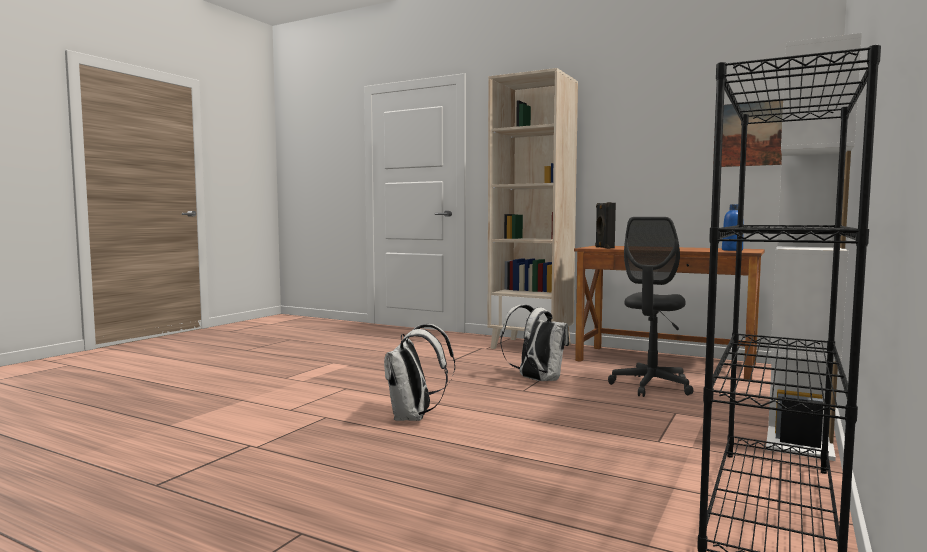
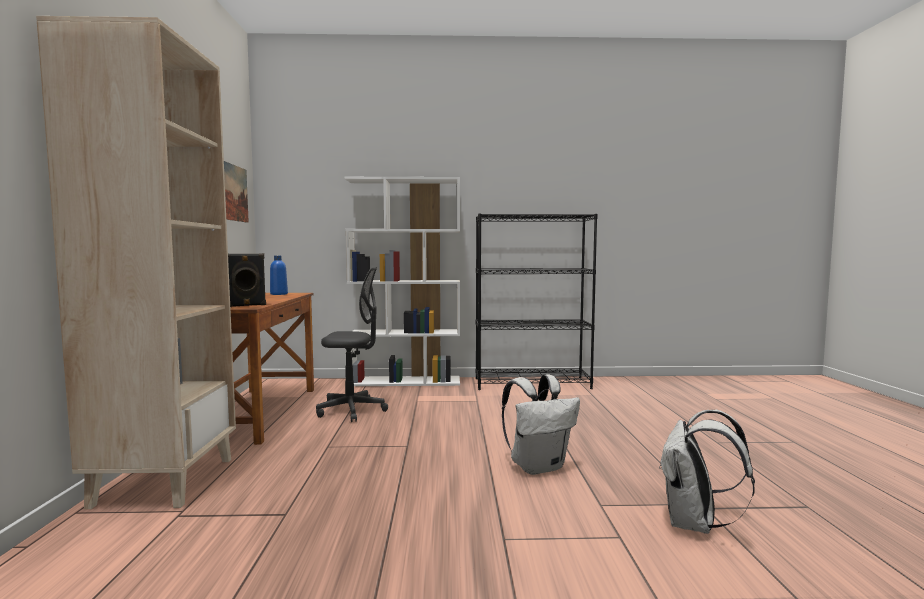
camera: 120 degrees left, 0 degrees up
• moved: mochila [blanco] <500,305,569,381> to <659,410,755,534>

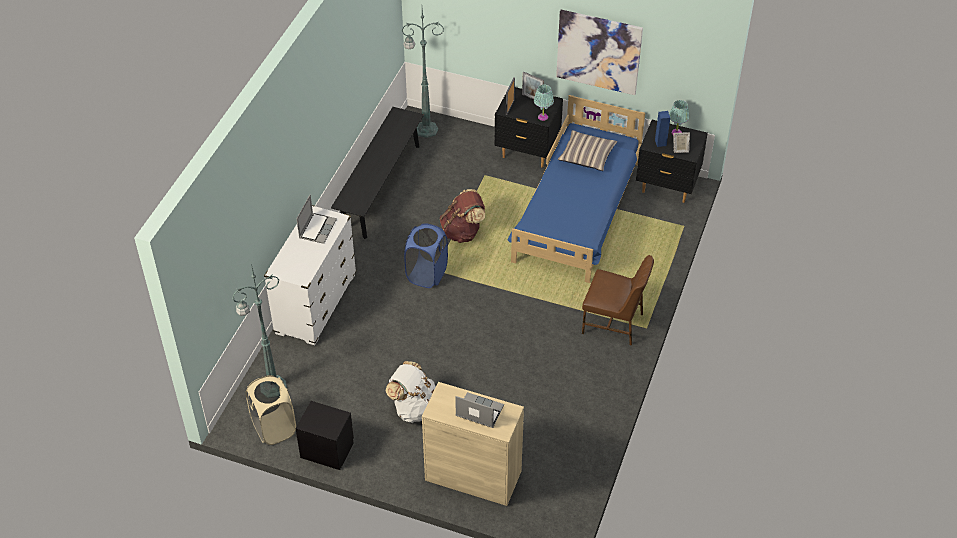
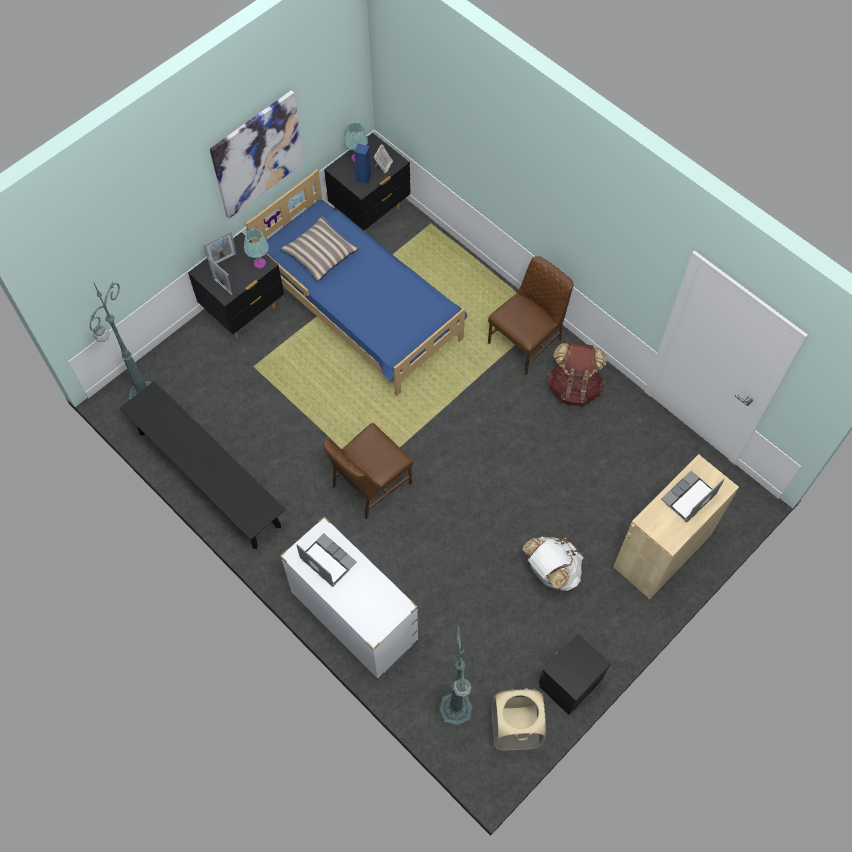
camera: 65 degrees left, 15 degrees up
• replaced: cesto de la ropa [azul] <404,223,448,288> to silla [marrón] <323,423,413,520>
• moved: mochila [marrón] <440,189,485,243> to <547,343,607,406>

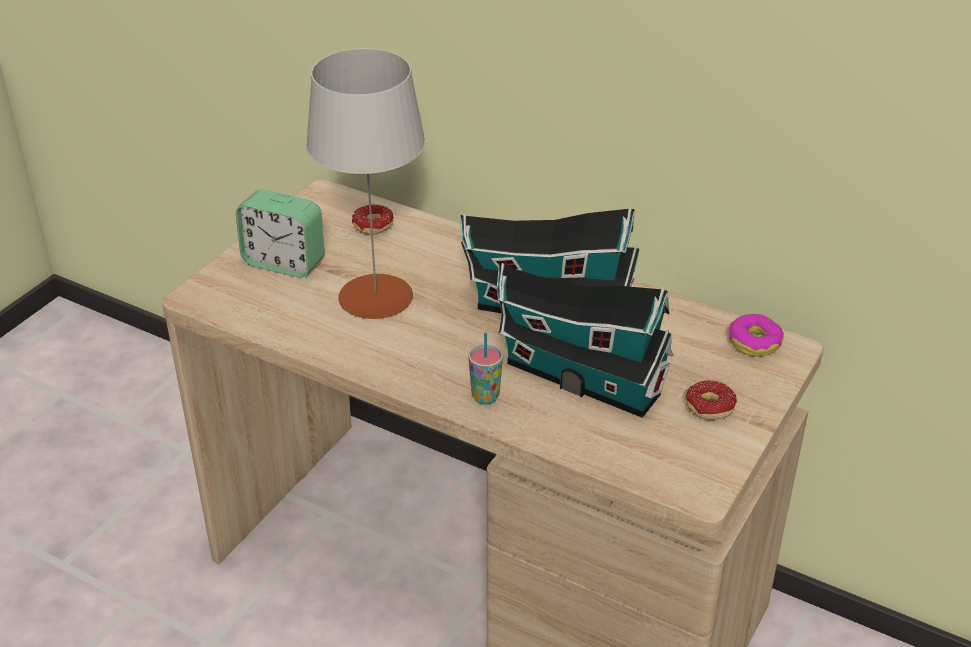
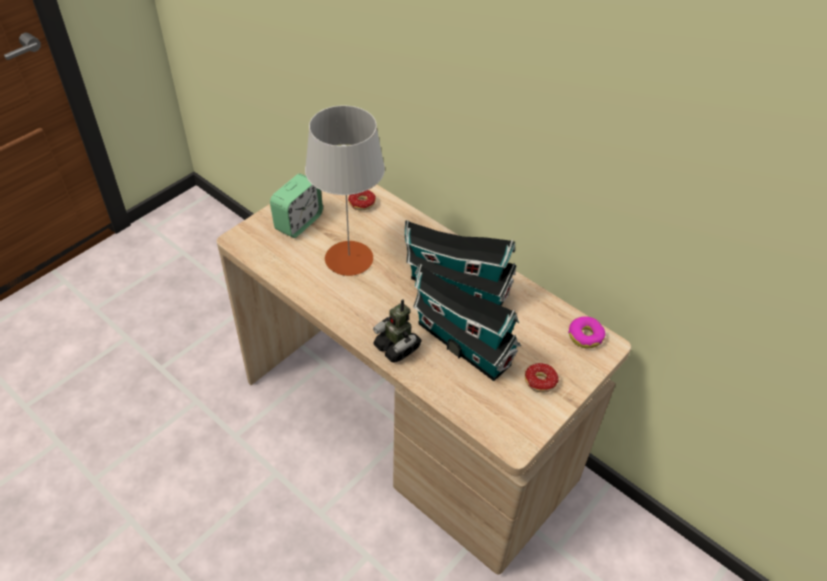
camera: 10 degrees right, 10 degrees up
• turned: despertador <236,189,324,278> = <270,174,323,238> 90 degrees counterclockwise
• replaced: taza <469,332,503,405> to robot de juguete <373,300,422,363>

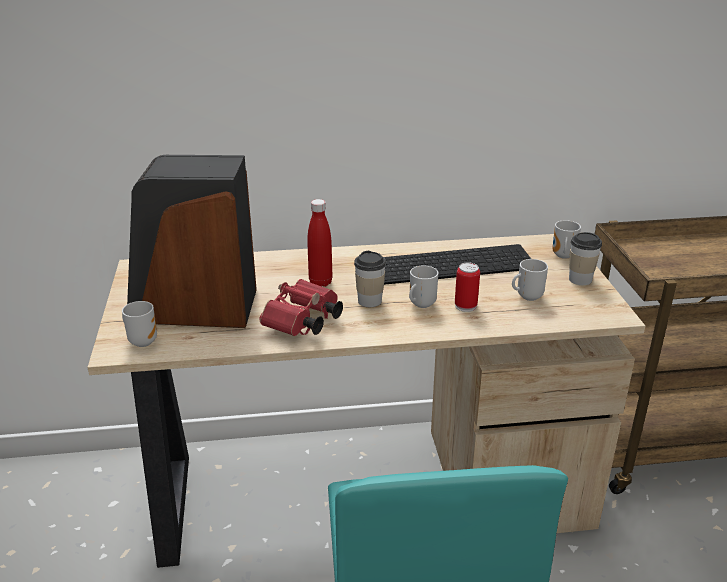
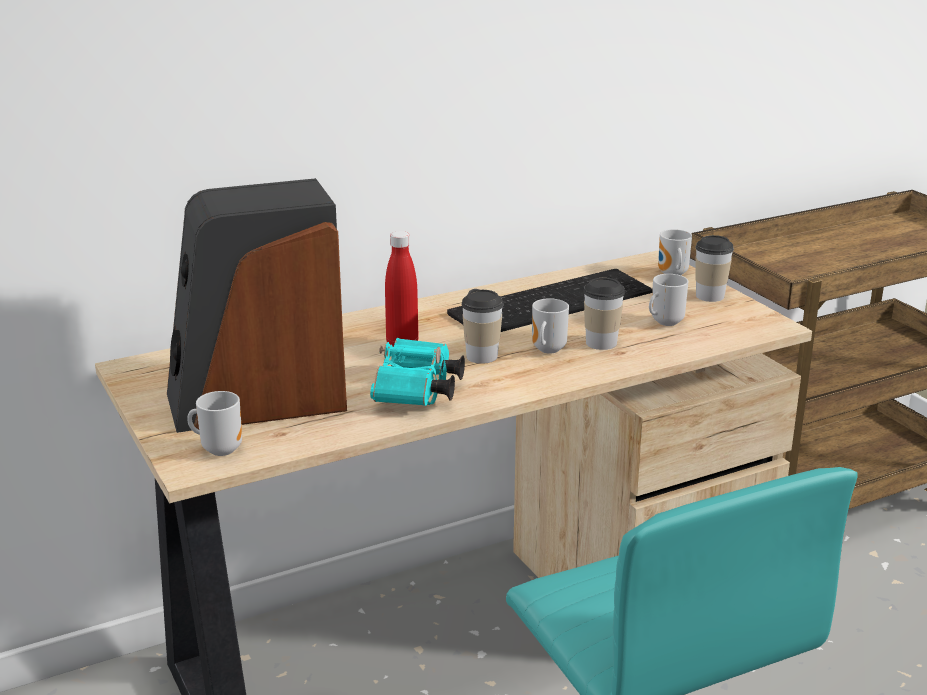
camera: 20 degrees left, 5 degrees down
• recoloured: prismáticos [rojo] <259,279,343,336> to prismáticos [turquesa] <370,338,465,406>
• replaced: lata <455,262,480,312> to taza <584,278,625,350>

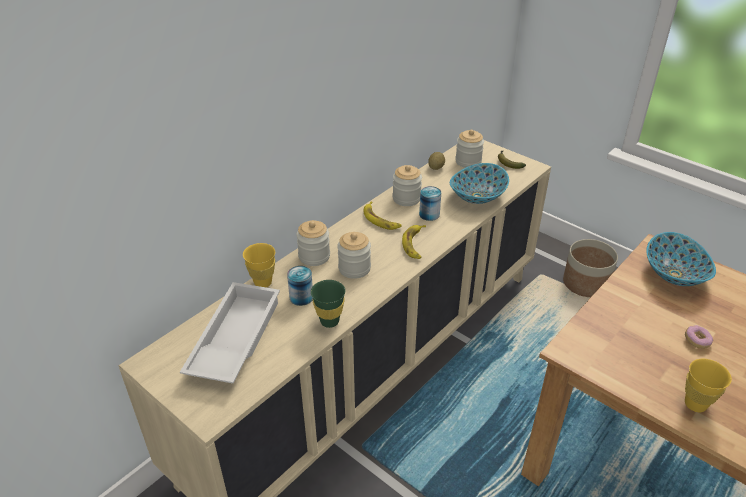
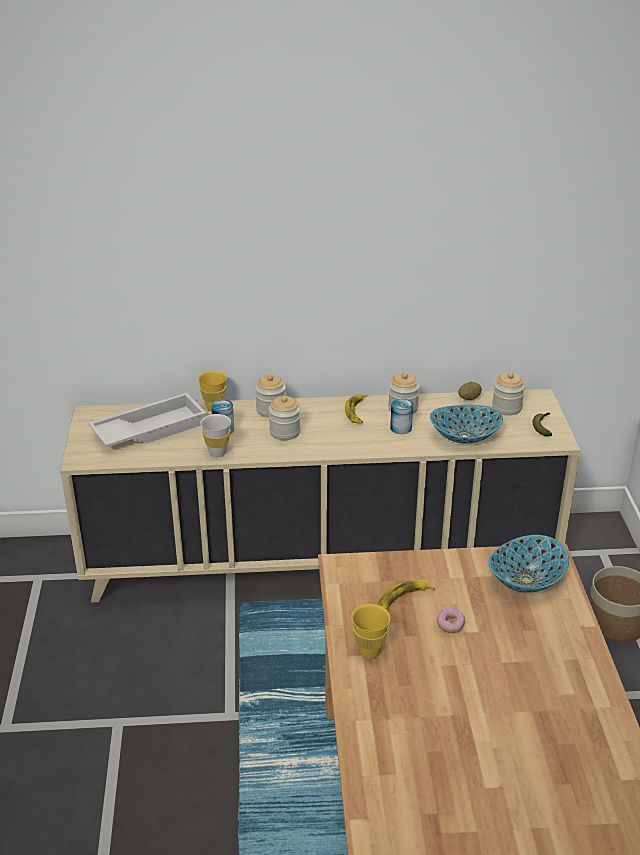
camera: 45 degrees right, 5 degrees down
• recoloured: taza [verde] <311,280,345,328> to taza [blanco] <200,414,231,457>
• moved: plátano <402,225,426,259> to <378,580,435,611>

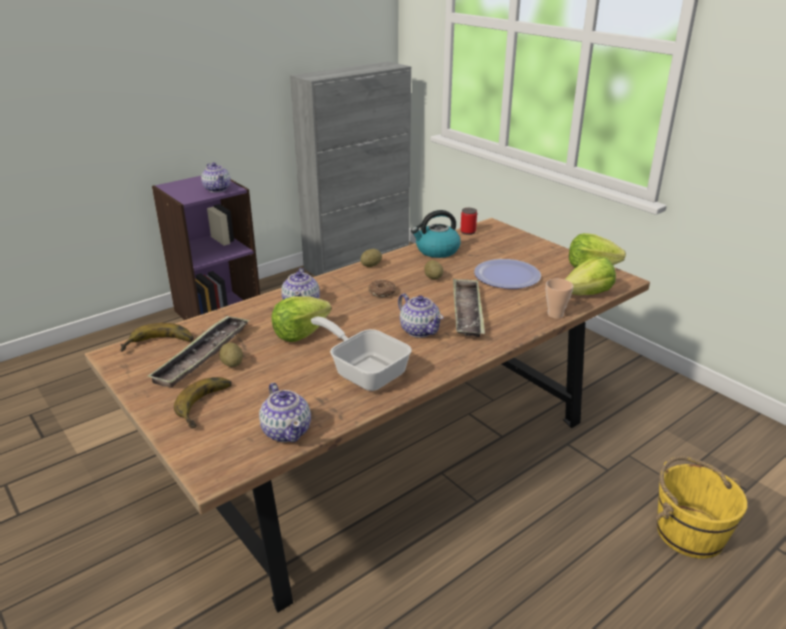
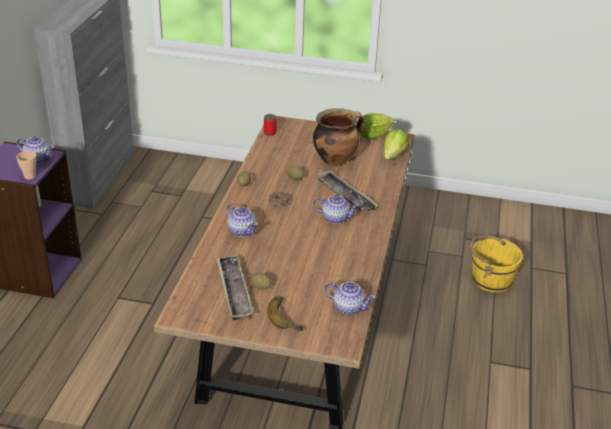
camera: 40 degrees left, 5 degrees up
• removed: plátano <120,323,194,352>
• removed: lechuga <272,296,332,342>
• removed: sartén <311,317,412,391>
• removed: hervidor <411,210,461,258>
• replaced: plato <474,259,541,289> to olla <313,108,364,166>
• moved: taza <546,279,573,319> to <16,151,37,179>

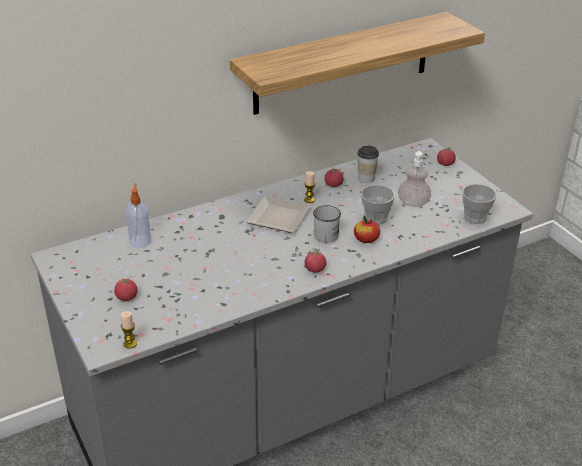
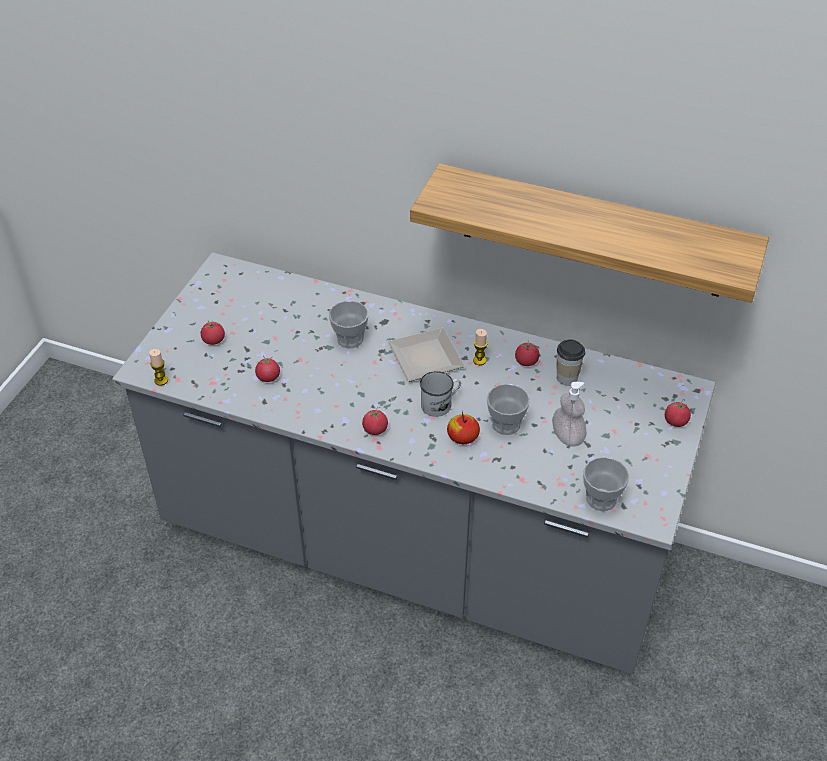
camera: 50 degrees right, 10 degrees up
• removed: dispensador de jabón <126,183,152,248>
• added: tomate <255,356,280,382>
• added: taza <329,301,368,348>

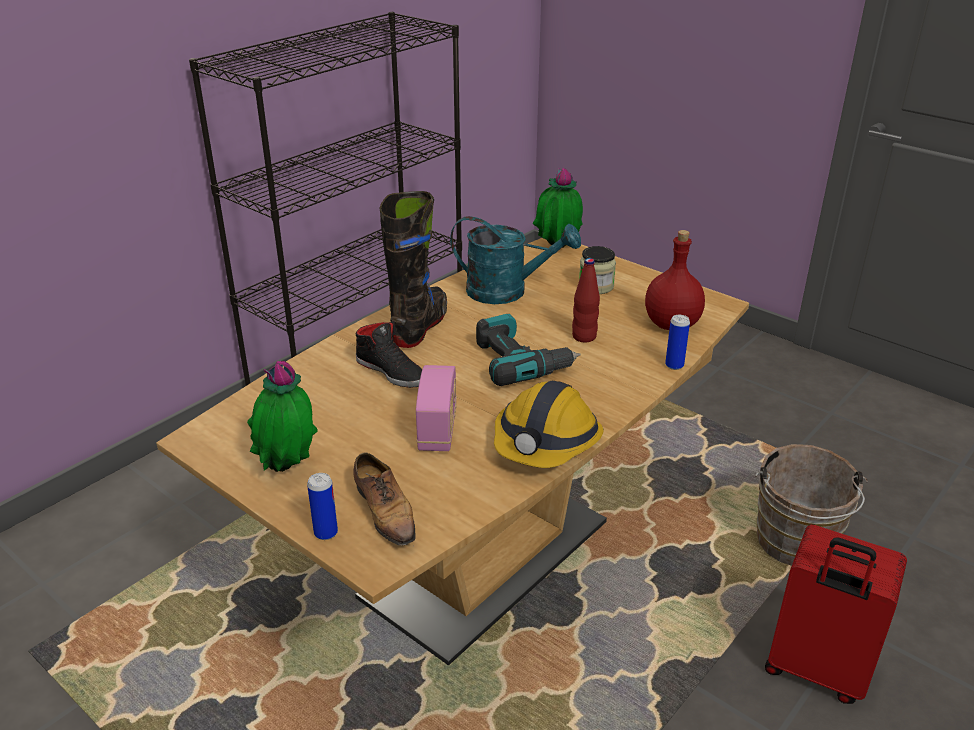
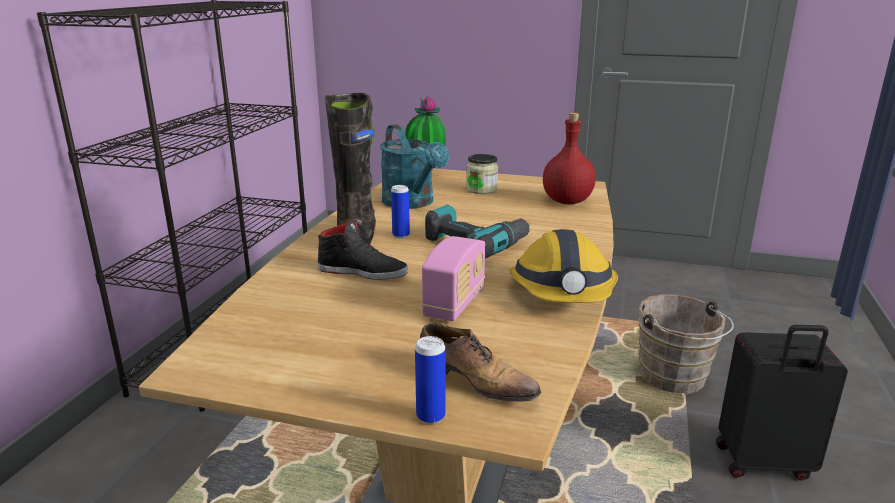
camera: 25 degrees left, 10 degrees down
• removed: planta en maceta <247,361,318,472>
• turned: radio <416,365,457,451> = <422,236,485,321> 45 degrees clockwise
• turned: regadera [turquesa] <450,216,581,304> = <380,124,449,209> 75 degrees clockwise
• removed: botella [rojo] <572,258,600,343>
• moved: lata <665,315,690,370> to <391,185,410,238>
• recoloured: maleta [rojo] <765,525,907,704> to maleta [negro] <716,325,848,481>

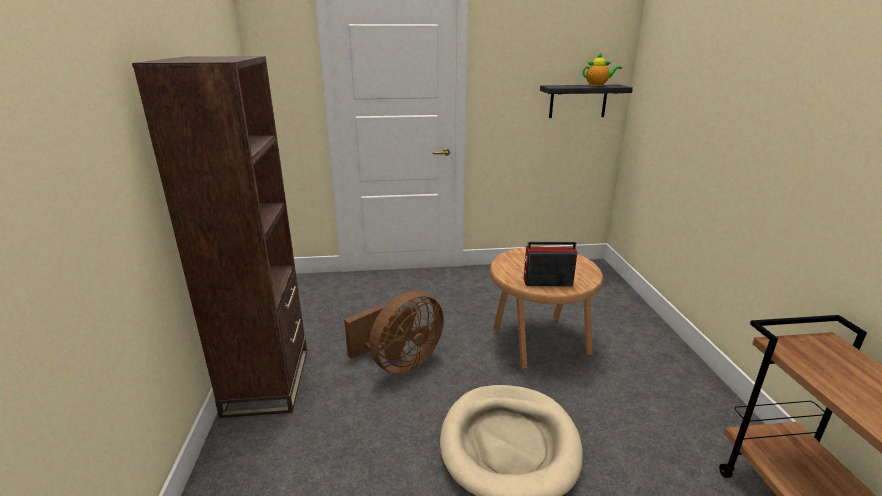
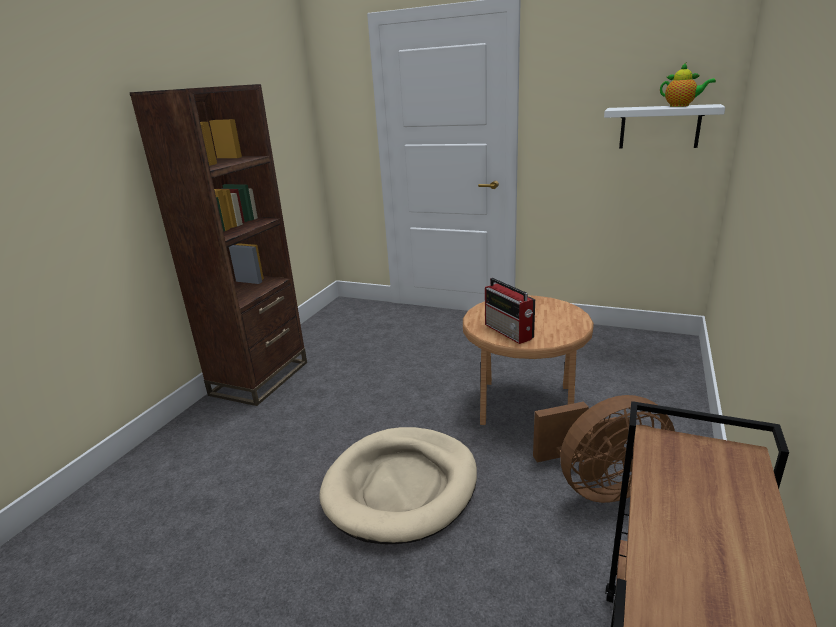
camera: 30 degrees right, 0 degrees up
• moved: ventilador [marrón] <344,291,444,374> to <533,395,675,503>
• turned: radio <524,241,577,286> = <485,278,535,344> 150 degrees counterclockwise
• recoloured: estante [negro] <540,85,633,118> to estante [blanco] <604,104,725,148>

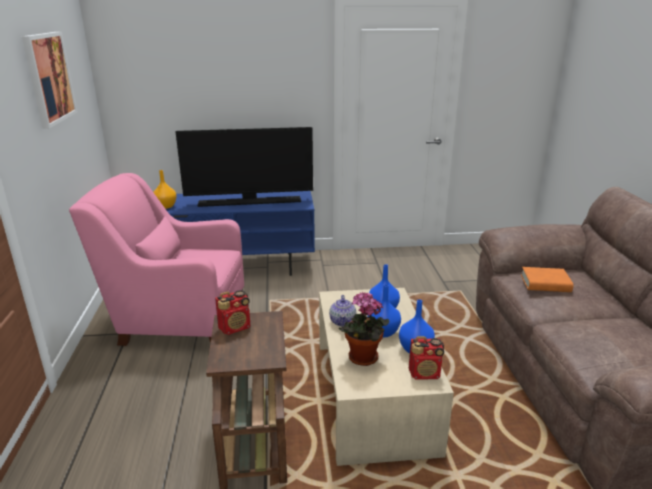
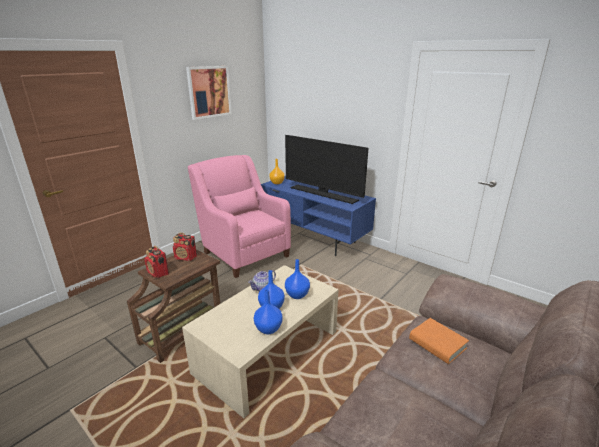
camera: 45 degrees right, 0 degrees up
• removed: planta en maceta <339,292,390,366>
• moved: radio <409,336,444,380> to <144,246,169,278>

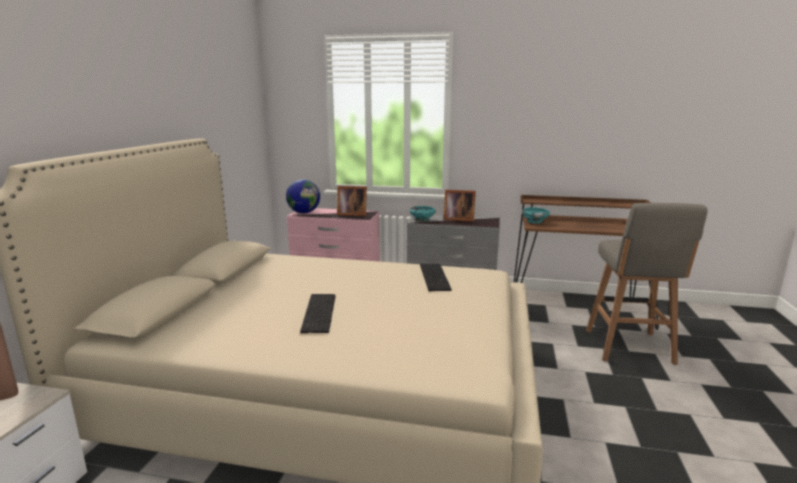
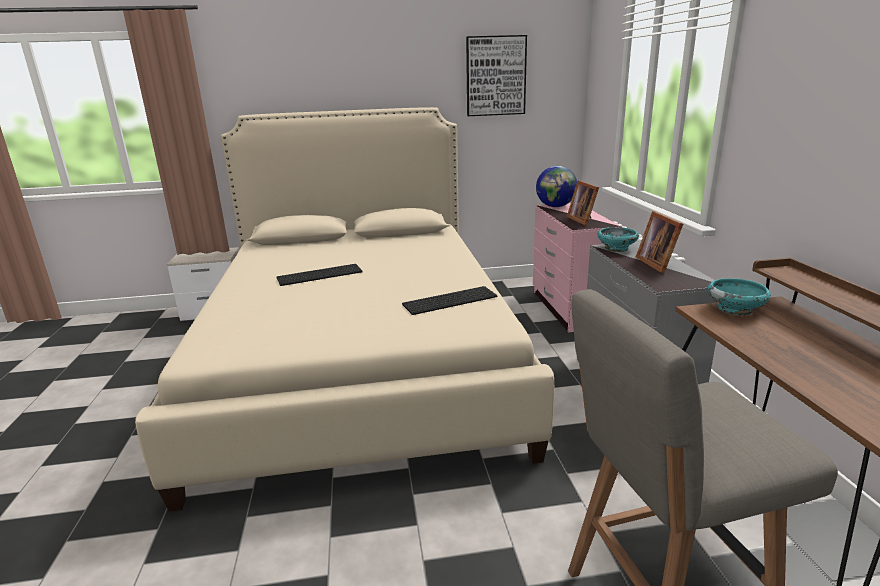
camera: 70 degrees right, 5 degrees up
• added: cuadro <466,35,527,116>

